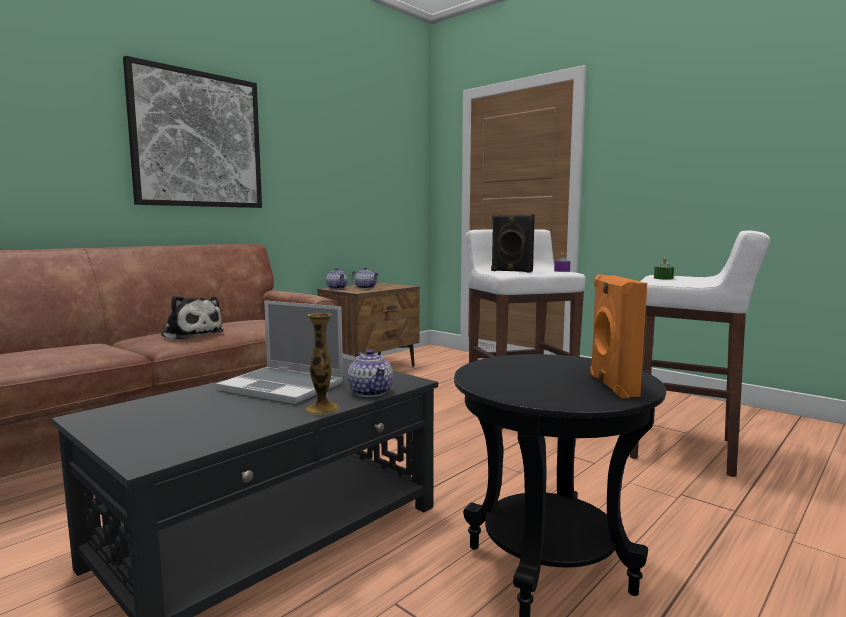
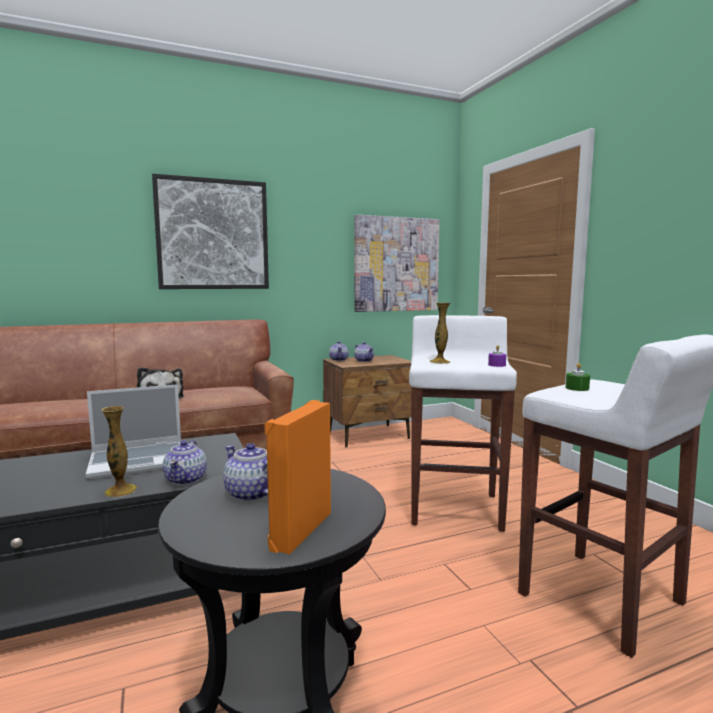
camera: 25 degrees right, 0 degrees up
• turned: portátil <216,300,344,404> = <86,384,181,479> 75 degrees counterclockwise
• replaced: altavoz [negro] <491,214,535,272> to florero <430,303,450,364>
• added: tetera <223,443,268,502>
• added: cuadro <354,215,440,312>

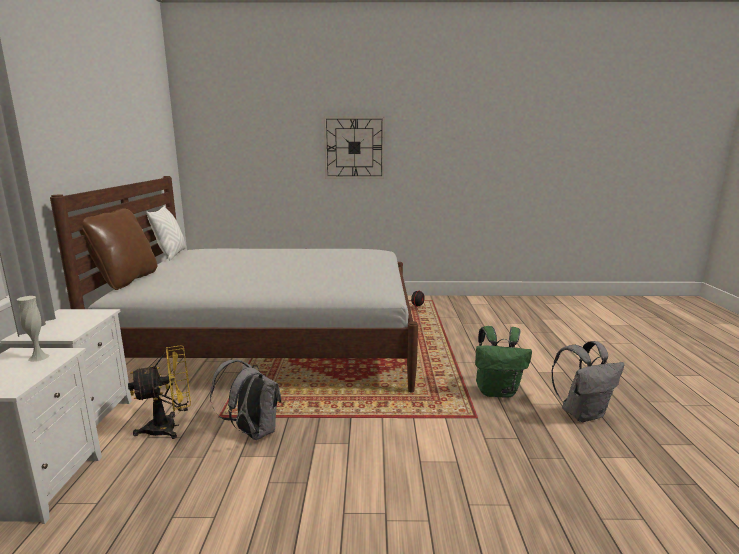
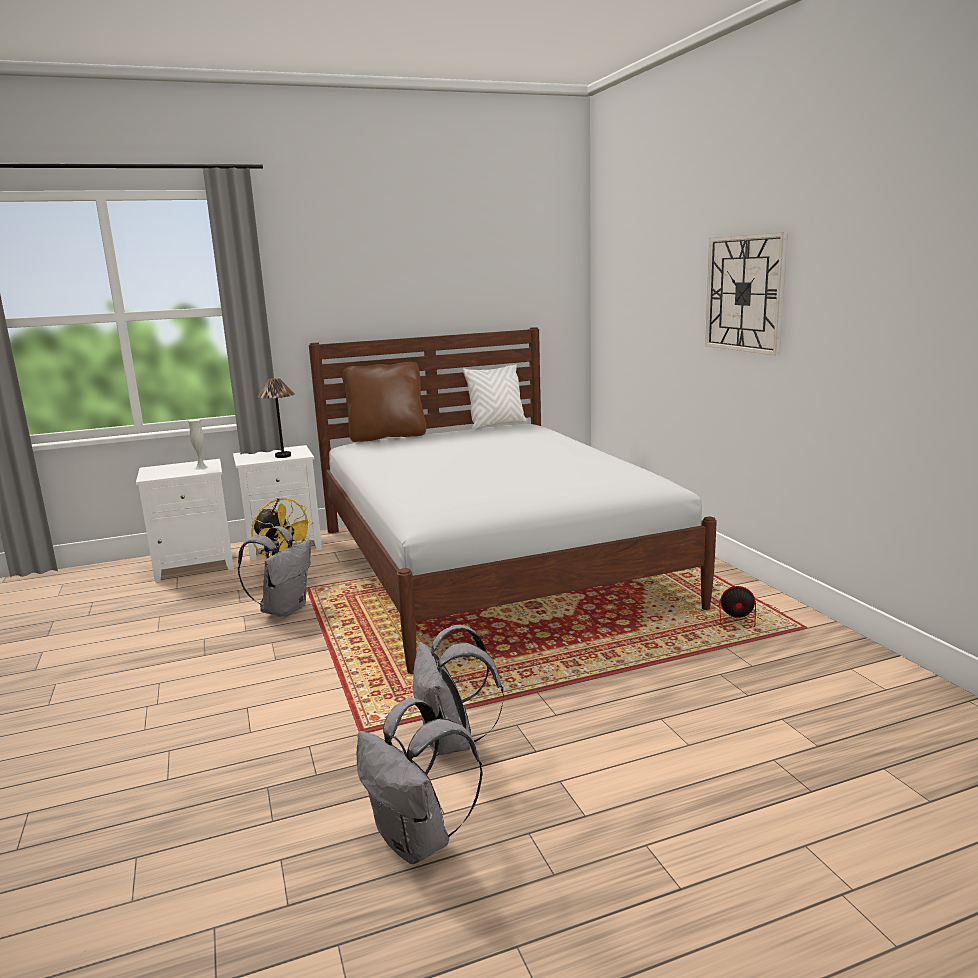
camera: 70 degrees right, 0 degrees up
• recoloured: mochila [verde] <475,326,532,398> to mochila [gris] <413,625,504,756>
• added: lámpara de mesa <258,378,295,458>

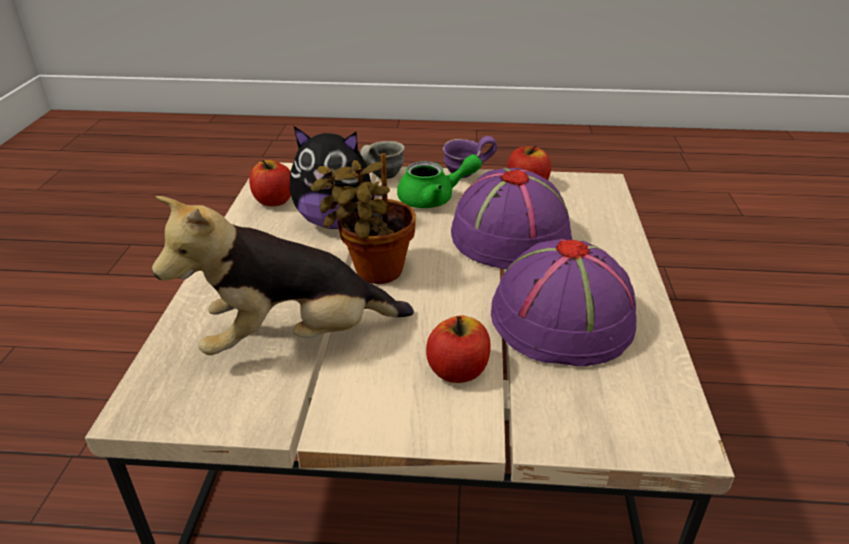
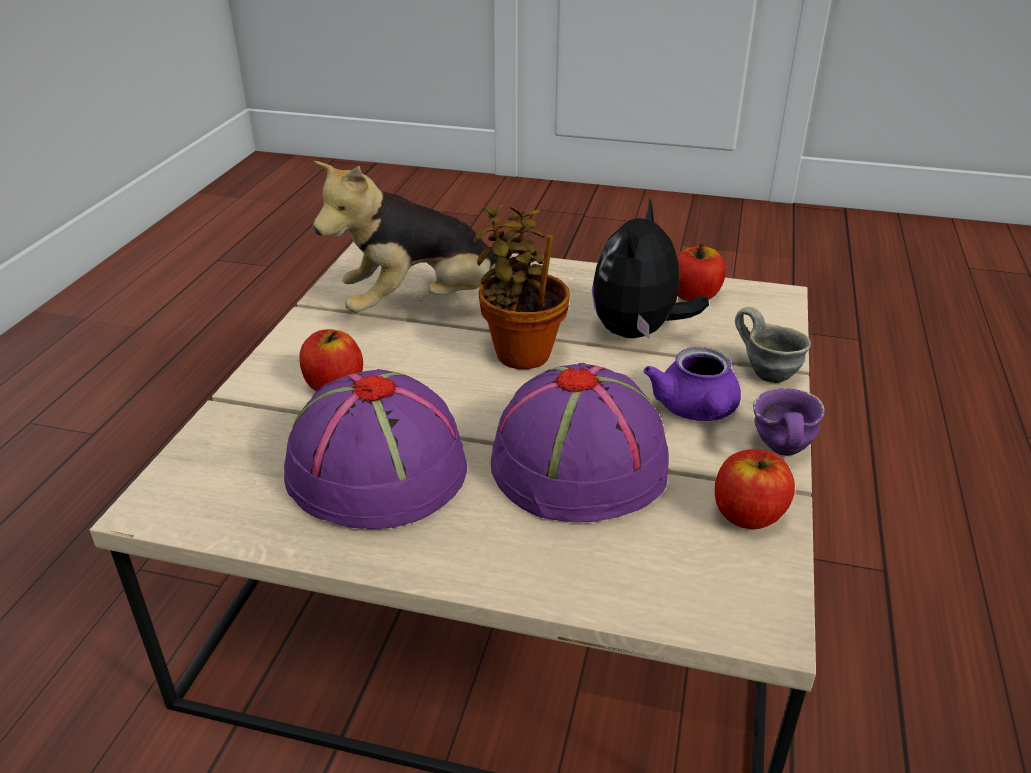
camera: 100 degrees right, 0 degrees up
• turned: peluche <152,196,414,355> = <313,161,499,313> 105 degrees counterclockwise
• recoloured: tetera [verde] <397,154,482,208> to tetera [morado] <643,347,741,421>

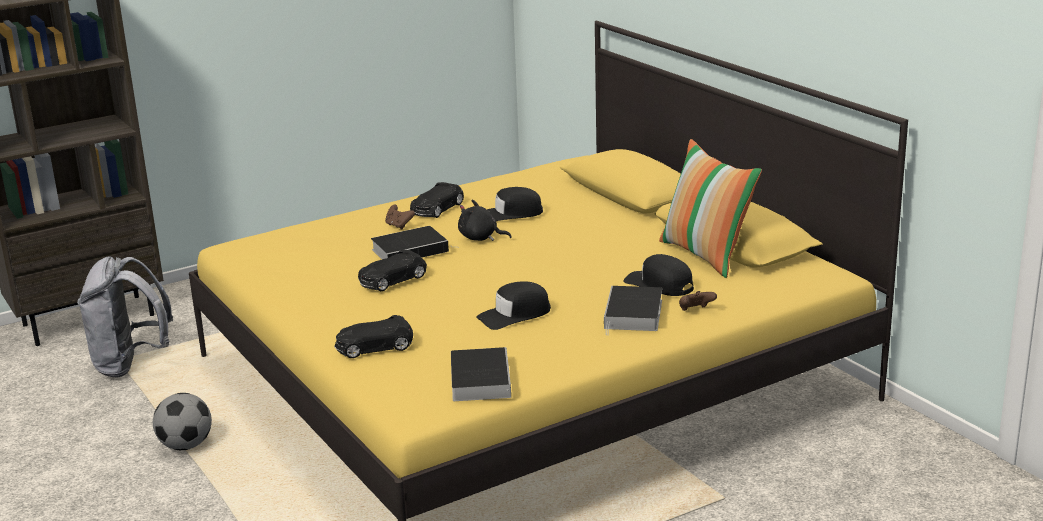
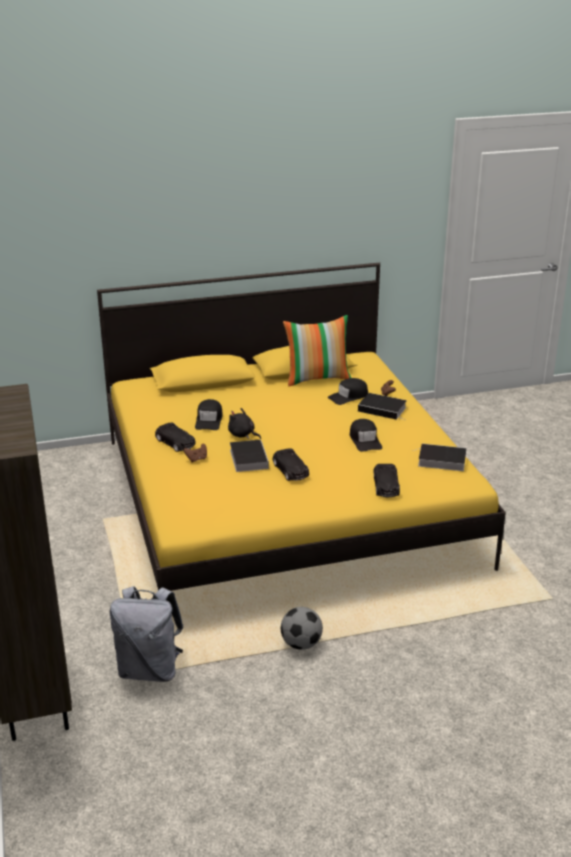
camera: 75 degrees left, 5 degrees up
• turned: peluche [negro] <458,200,512,241> = <228,408,261,439> 90 degrees clockwise

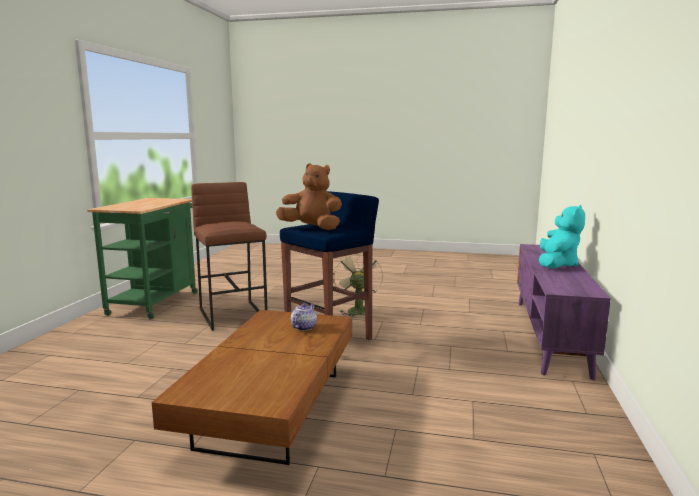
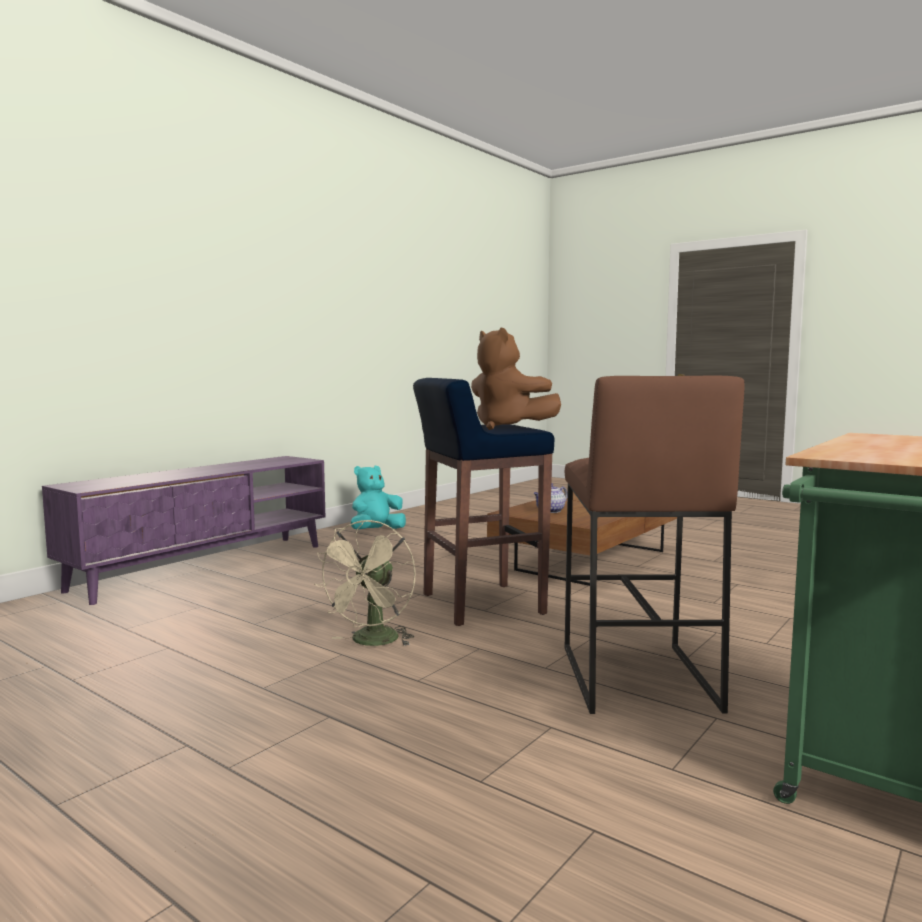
camera: 155 degrees left, 5 degrees down
• moved: peluche [turquesa] <539,205,585,269> to <351,466,406,530>

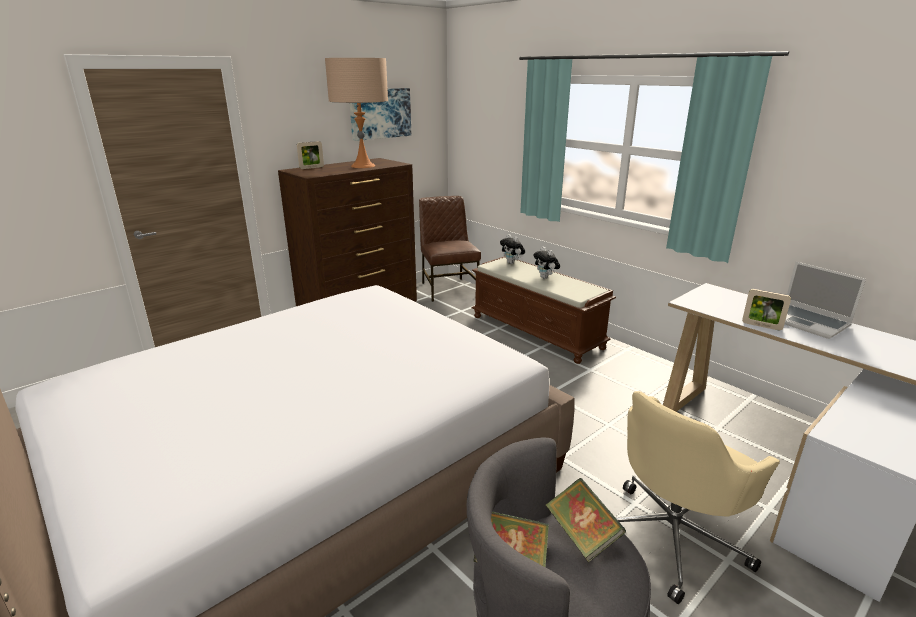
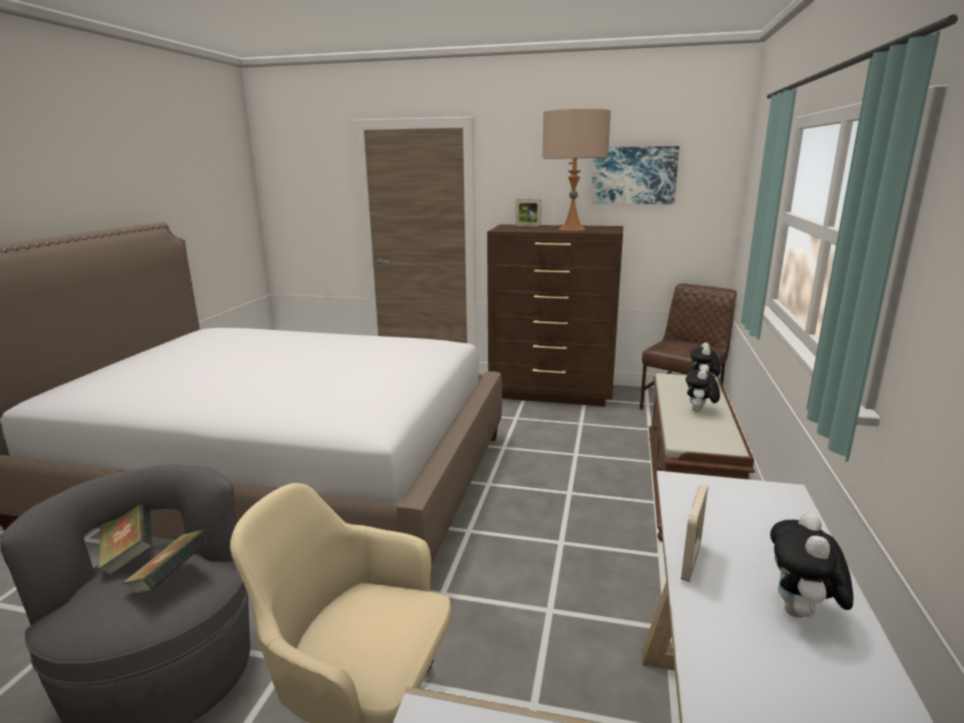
camera: 55 degrees right, 5 degrees down
• turned: portarretratos <742,289,791,331> = <681,484,708,582> 150 degrees counterclockwise
• replaced: portátil <785,262,866,339> to peluche <770,513,854,620>

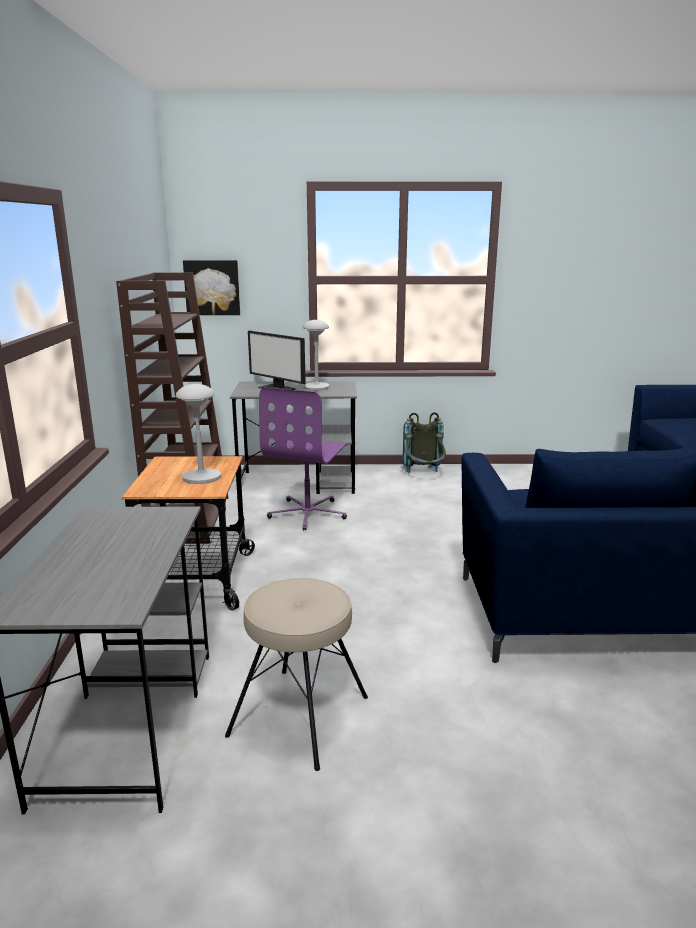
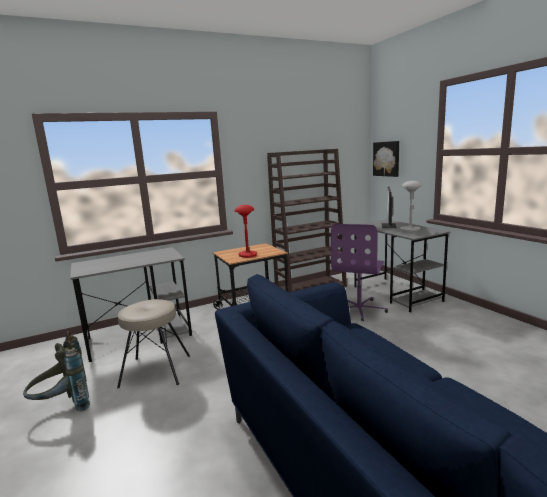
camera: 65 degrees right, 5 degrees down
• recoloured: lámpara de mesa [gris] <176,384,221,484> to lámpara de mesa [rojo] <235,205,257,258>
• turned: silla de oficina [morado] <259,388,347,530> = <331,224,388,321> 60 degrees counterclockwise
• moved: mochila [gris] <400,412,446,473> to <23,331,90,411>

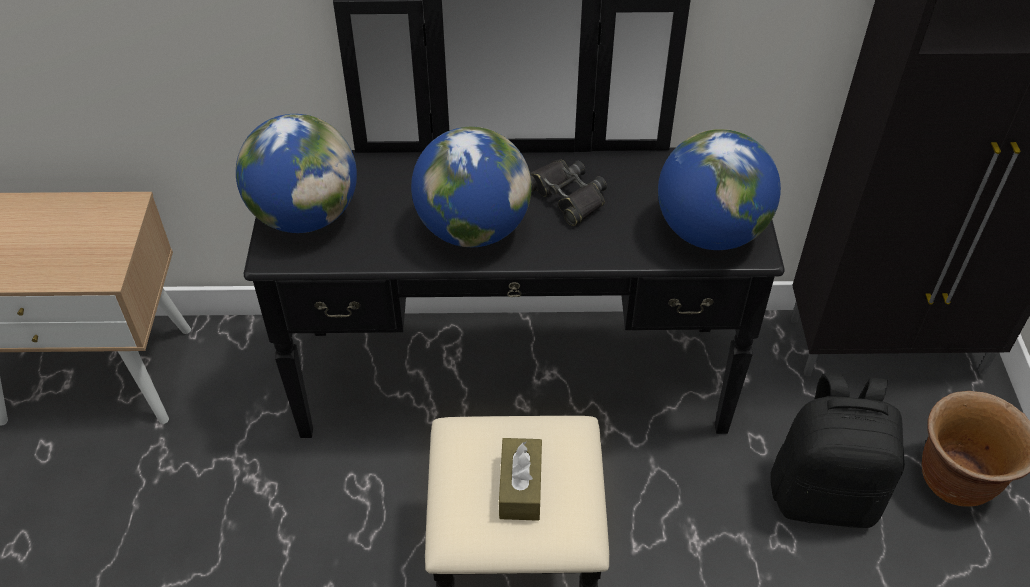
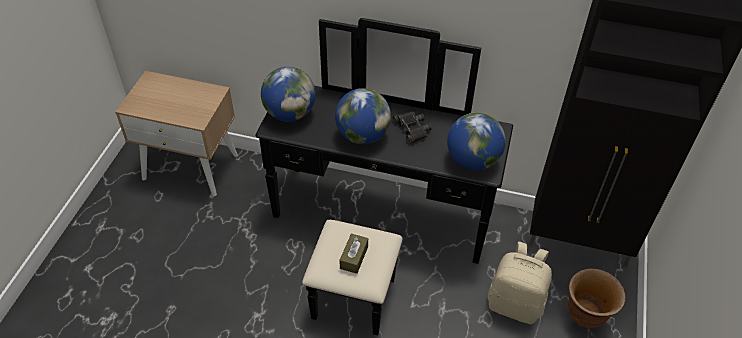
camera: 15 degrees right, 0 degrees up
• recoloured: mochila [negro] <770,373,905,528> to mochila [beis] <488,242,552,324>

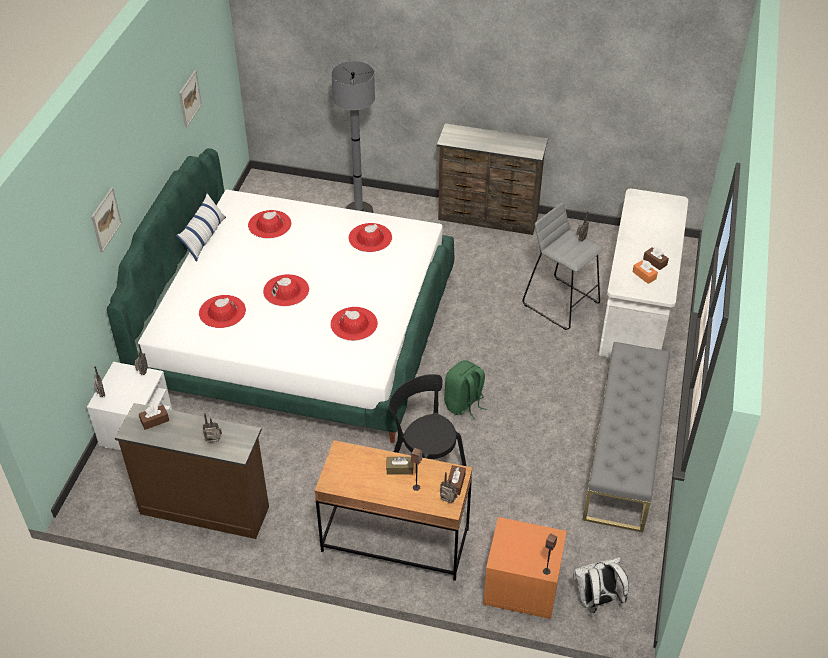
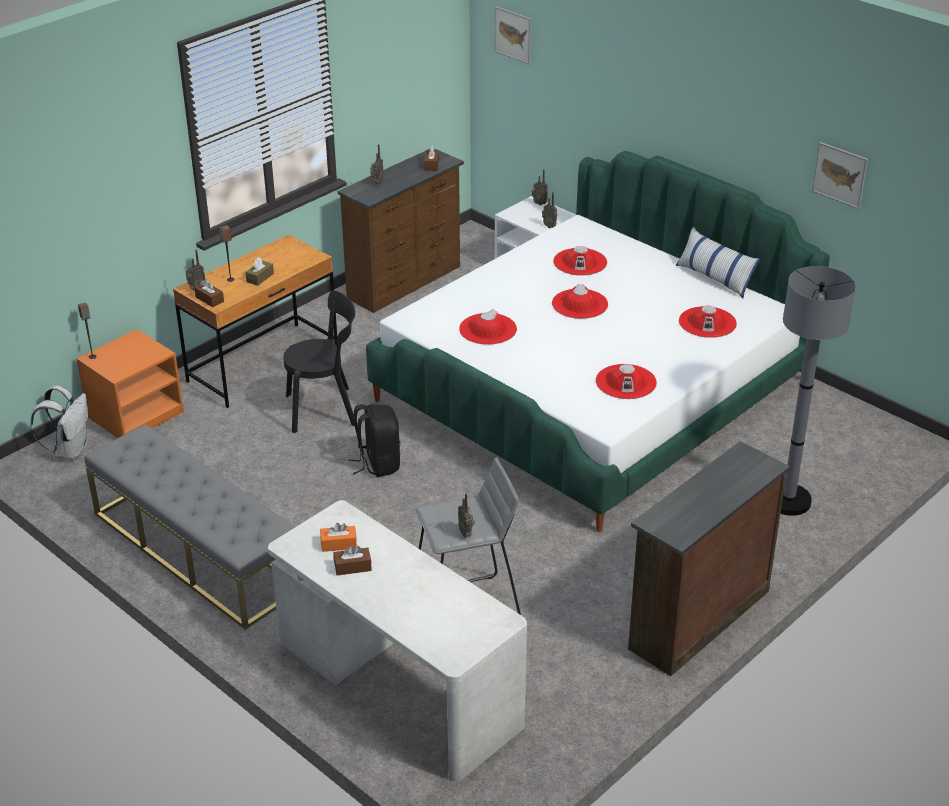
camera: 120 degrees right, 10 degrees down
• moved: cuadro <91,187,122,253> to <495,6,531,64>
• recoloured: mochila [verde] <444,360,487,420> to mochila [negro] <349,404,400,477>

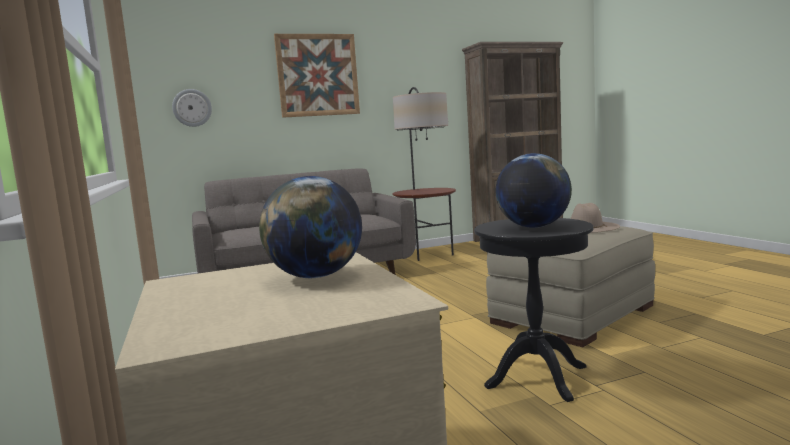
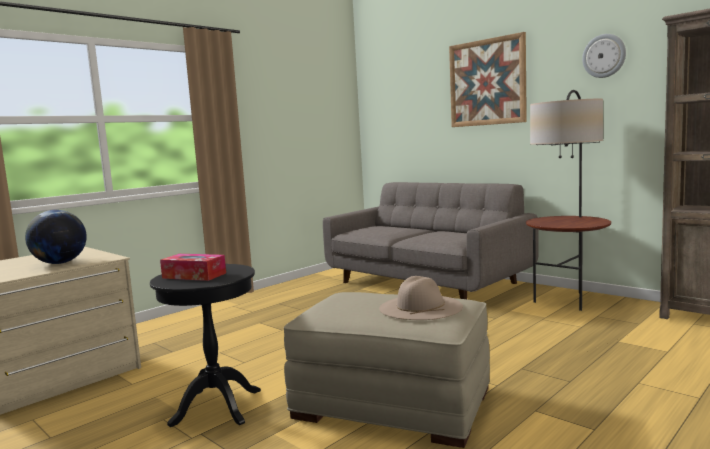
camera: 65 degrees right, 0 degrees up
• moved: reloj de pared <172,89,212,127> to <582,34,626,78>
• replaced: globo terráqueo <496,153,572,228> to caja de pañuelos <160,254,226,281>

